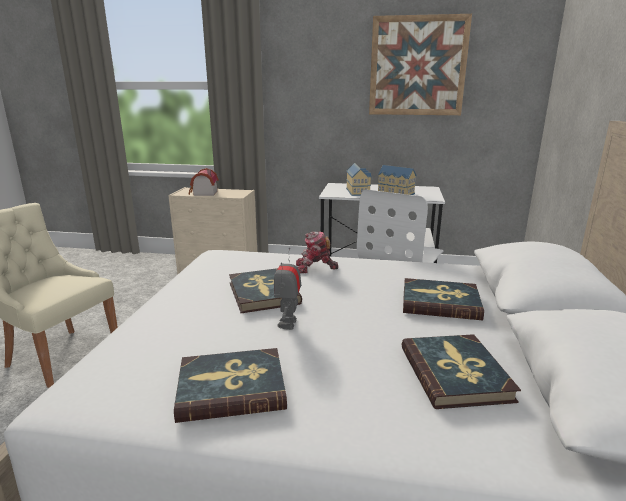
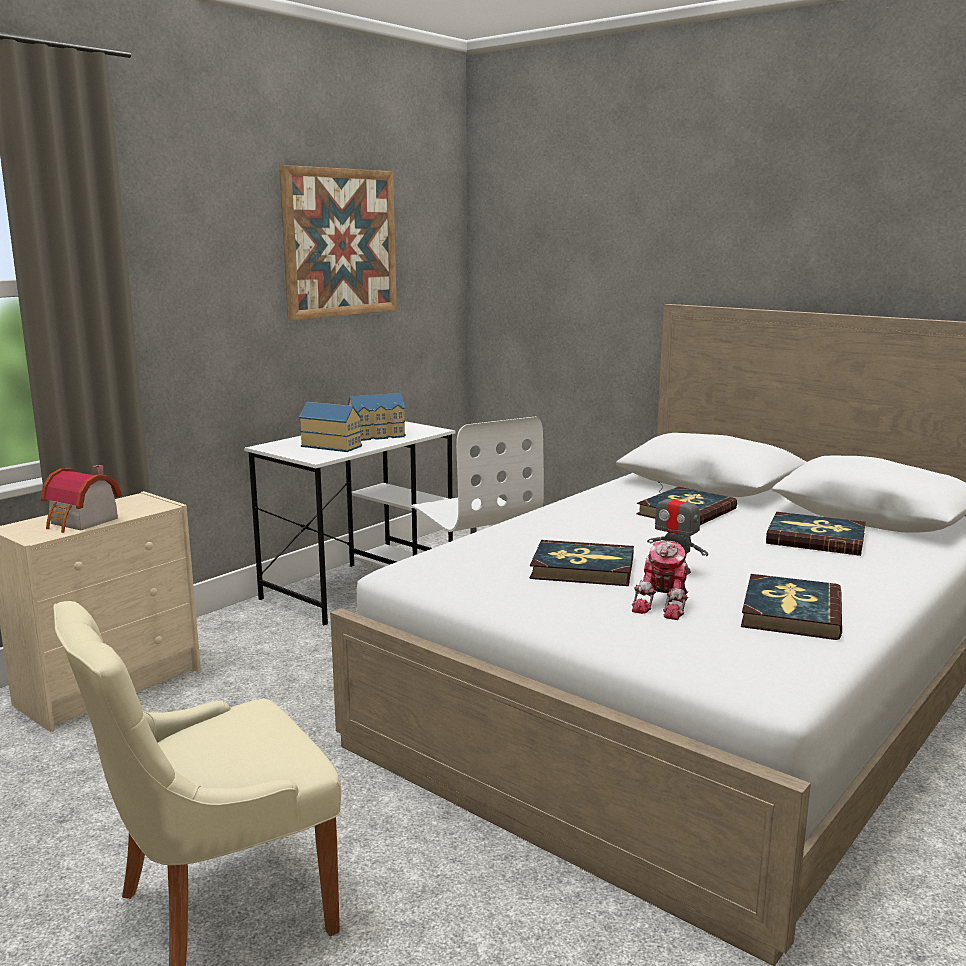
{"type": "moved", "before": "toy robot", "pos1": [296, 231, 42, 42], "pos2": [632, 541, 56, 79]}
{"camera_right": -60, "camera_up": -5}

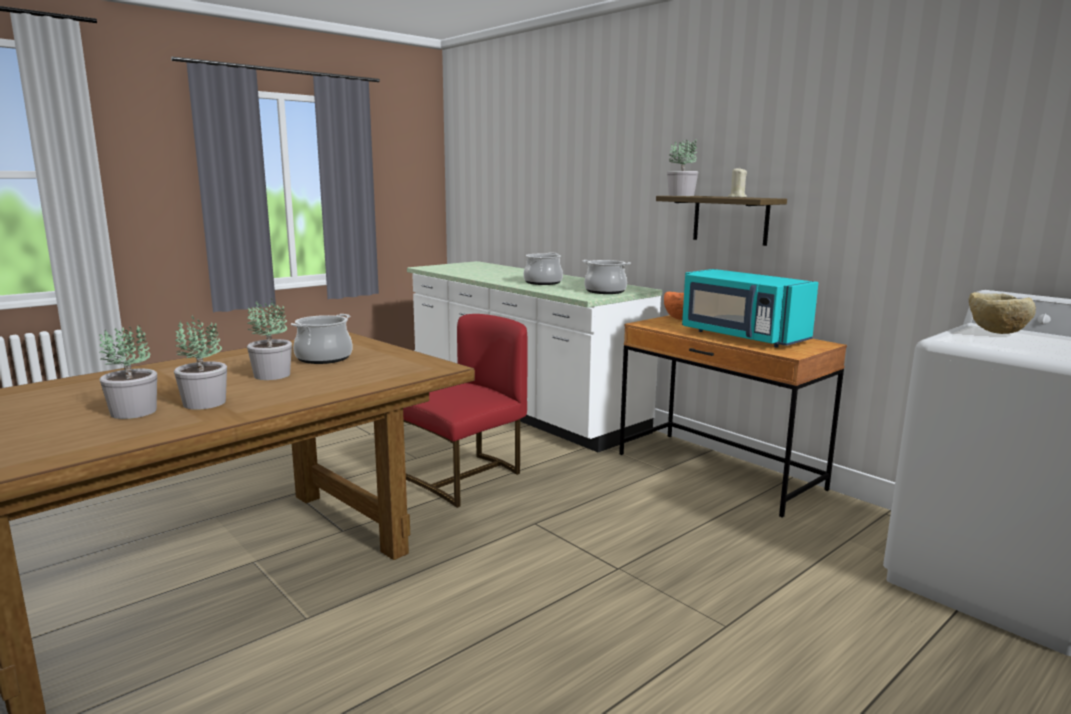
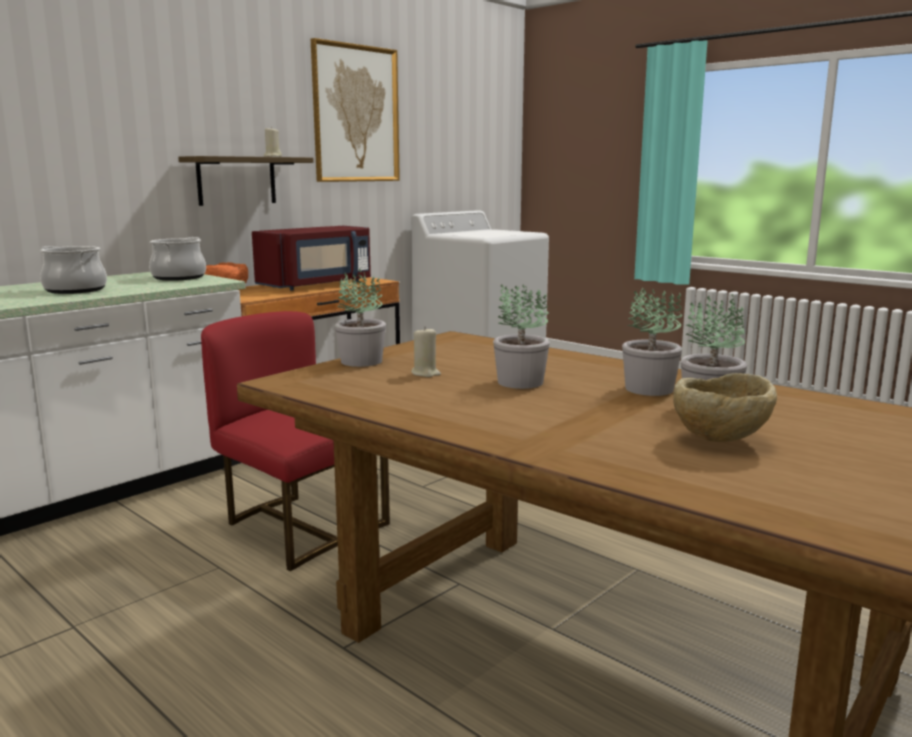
{"type": "recoloured", "before": "turquoise microwave", "after": "red microwave", "pos1": [682, 269, 137, 79], "pos2": [252, 226, 119, 65]}
{"type": "added", "after": "picture", "pos2": [311, 38, 89, 144]}
{"type": "moved", "before": "potted plant", "pos1": [667, 139, 31, 57], "pos2": [335, 268, 51, 99]}
{"type": "replaced", "before": "cooking pot", "after": "beige candle", "pos1": [291, 314, 61, 50], "pos2": [411, 326, 30, 51]}
{"type": "moved", "before": "beige bowl", "pos1": [968, 292, 68, 42], "pos2": [673, 373, 104, 69]}
{"camera_right": -95, "camera_up": 0}

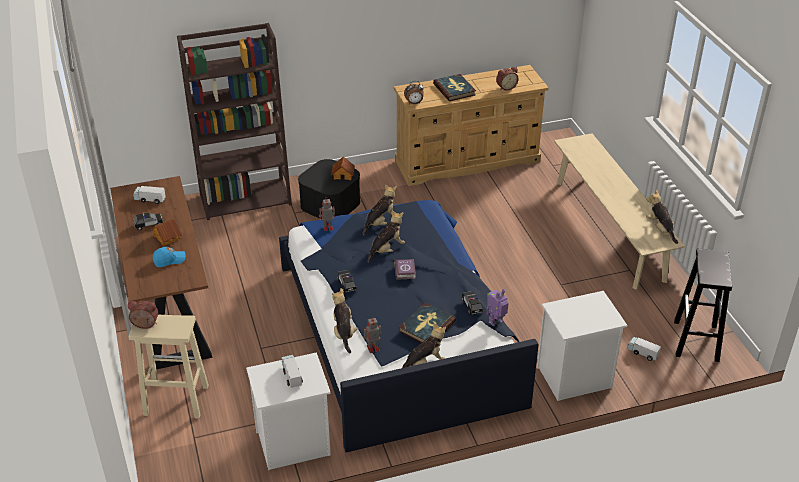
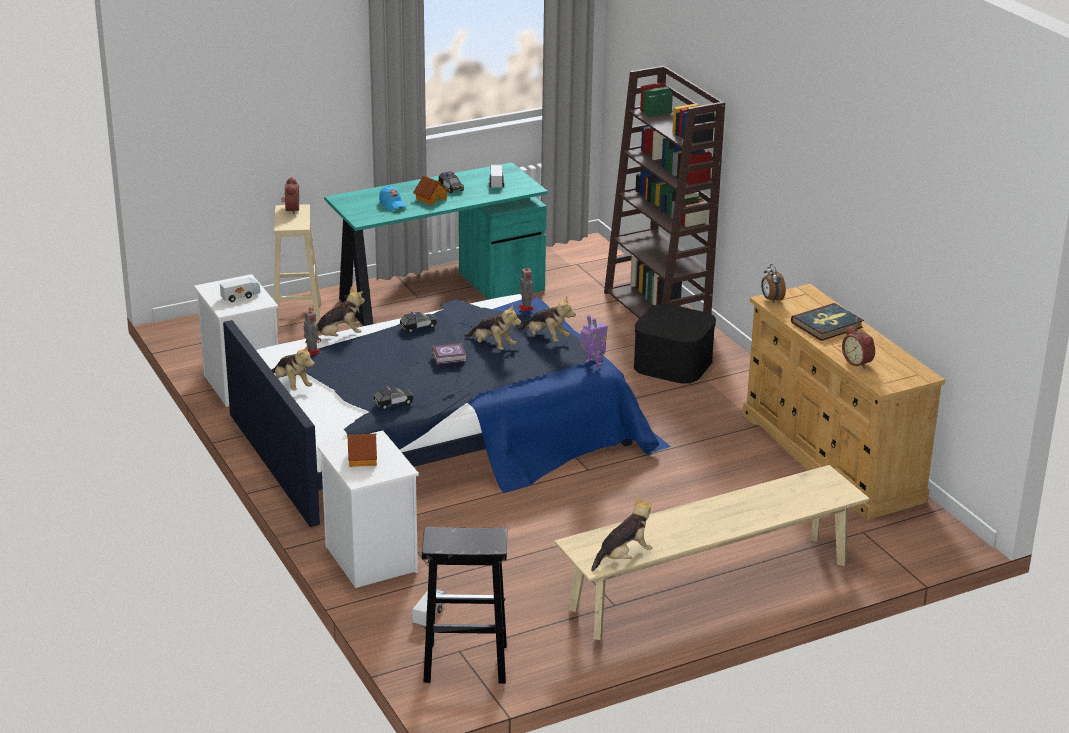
{"type": "recoloured", "before": "brown desk", "after": "turquoise desk", "pos1": [110, 176, 102, 193], "pos2": [324, 162, 224, 164]}
{"type": "moved", "before": "toy house", "pos1": [331, 156, 24, 24], "pos2": [347, 434, 30, 33]}
{"type": "moved", "before": "toy robot", "pos1": [487, 289, 21, 37], "pos2": [581, 315, 27, 52]}
{"type": "removed", "before": "book", "pos1": [399, 302, 57, 41]}
{"camera_right": 80, "camera_up": -10}

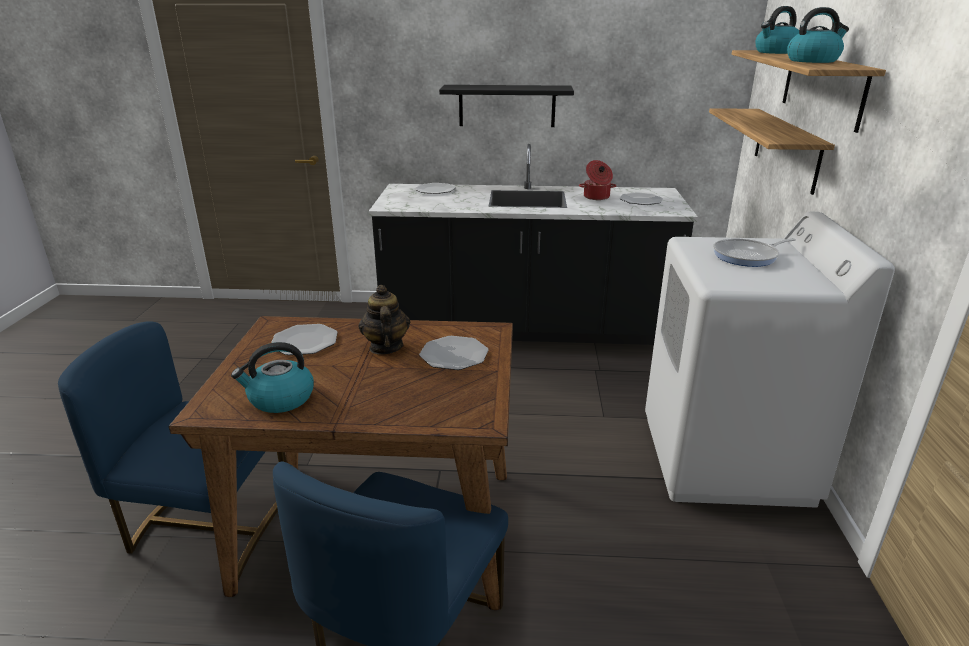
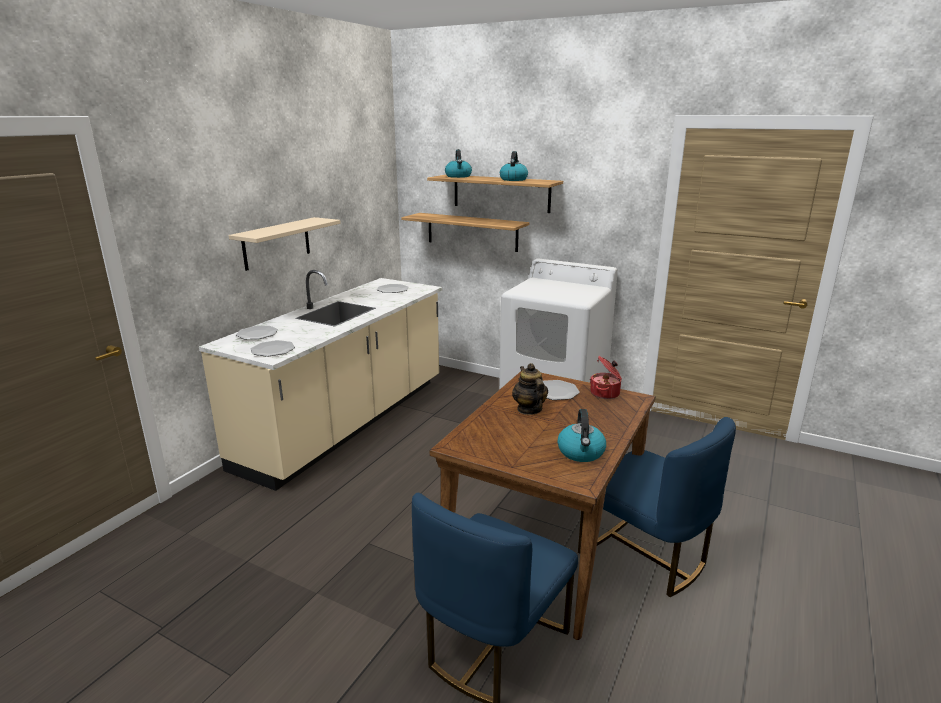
{"type": "recoloured", "before": "black counter", "after": "beige counter", "pos1": [368, 144, 330, 201], "pos2": [199, 270, 243, 221]}
{"type": "recoloured", "before": "black shelf", "after": "beige shelf", "pos1": [439, 85, 135, 42], "pos2": [229, 217, 112, 54]}
{"type": "moved", "before": "plate", "pos1": [271, 324, 67, 31], "pos2": [251, 340, 44, 17]}
{"type": "turned", "before": "teapot", "pos1": [358, 285, 52, 70], "pos2": [512, 363, 36, 52], "turn": 60}
{"type": "moved", "before": "cooking pot", "pos1": [579, 160, 37, 40], "pos2": [590, 356, 32, 43]}
{"type": "removed", "before": "frying pan", "pos1": [713, 238, 83, 29]}
{"camera_right": -65, "camera_up": -5}

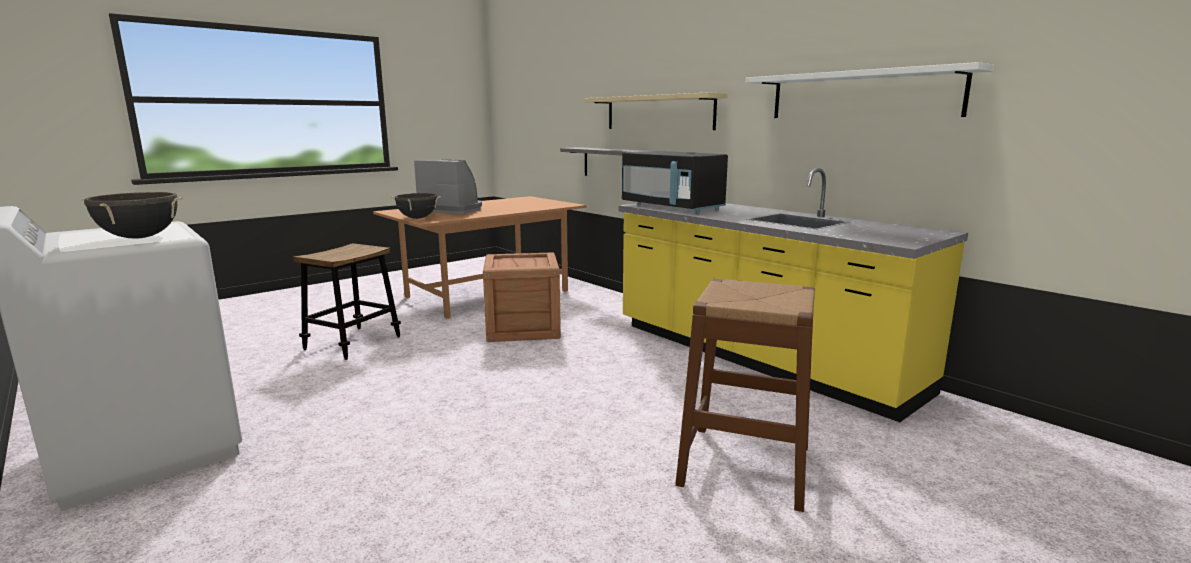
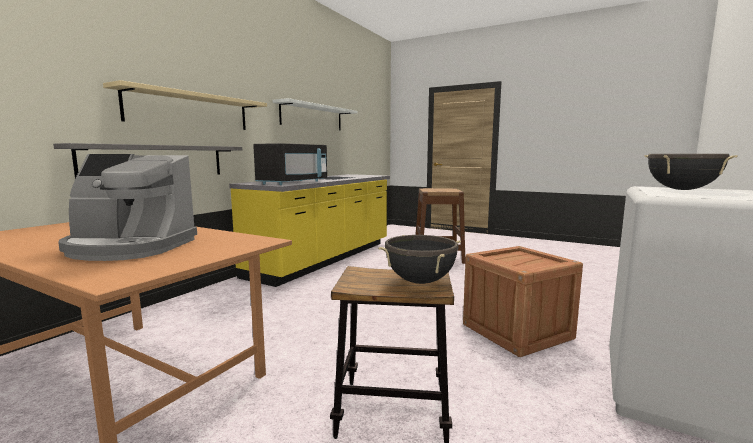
{"type": "turned", "before": "coffee machine", "pos1": [414, 160, 68, 54], "pos2": [58, 154, 139, 107], "turn": -90}
{"type": "moved", "before": "black cooking pot", "pos1": [390, 193, 51, 26], "pos2": [378, 235, 83, 49]}
{"type": "moved", "before": "crate", "pos1": [483, 252, 78, 90], "pos2": [463, 246, 120, 111]}
{"camera_right": -110, "camera_up": -5}

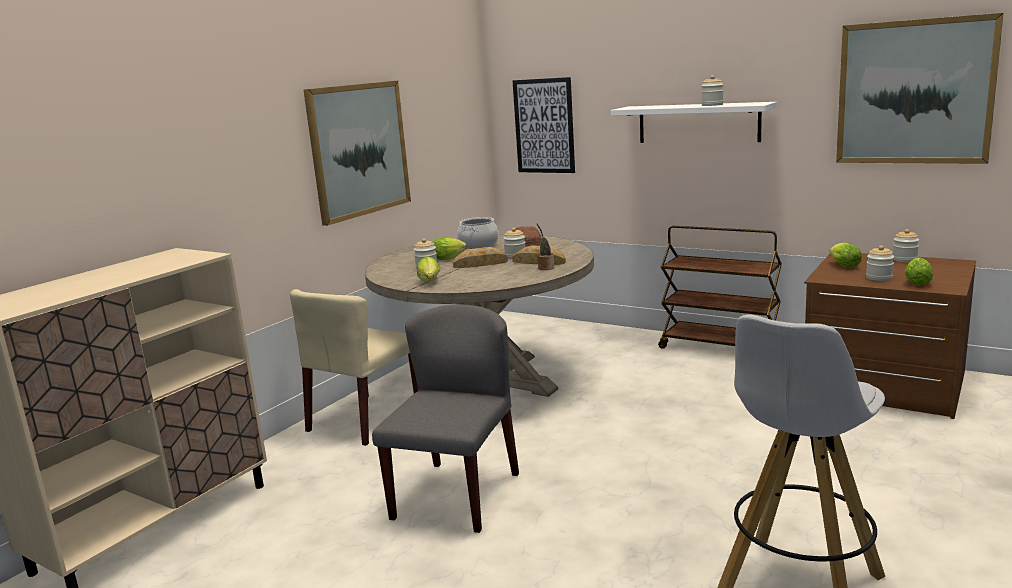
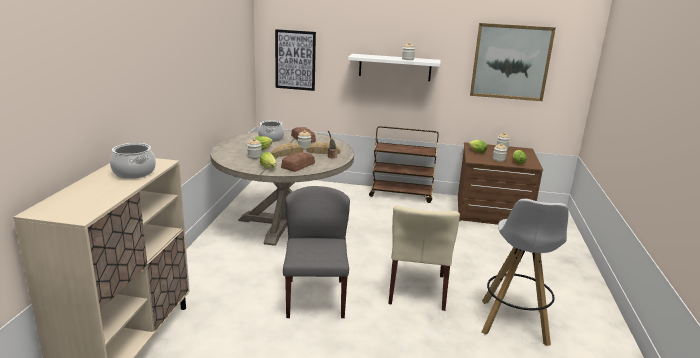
{"type": "added", "after": "cooking pot", "pos2": [110, 143, 46, 36]}
{"type": "added", "after": "bread", "pos2": [281, 152, 34, 20]}
{"type": "moved", "before": "beige chair", "pos1": [290, 289, 128, 157], "pos2": [388, 206, 72, 105]}
{"type": "removed", "before": "picture", "pos1": [303, 81, 108, 145]}
{"camera_right": -25, "camera_up": 5}

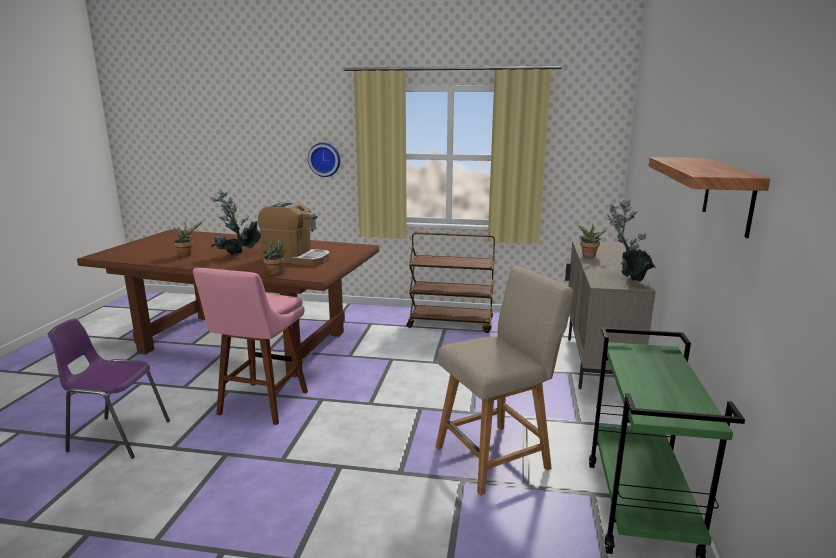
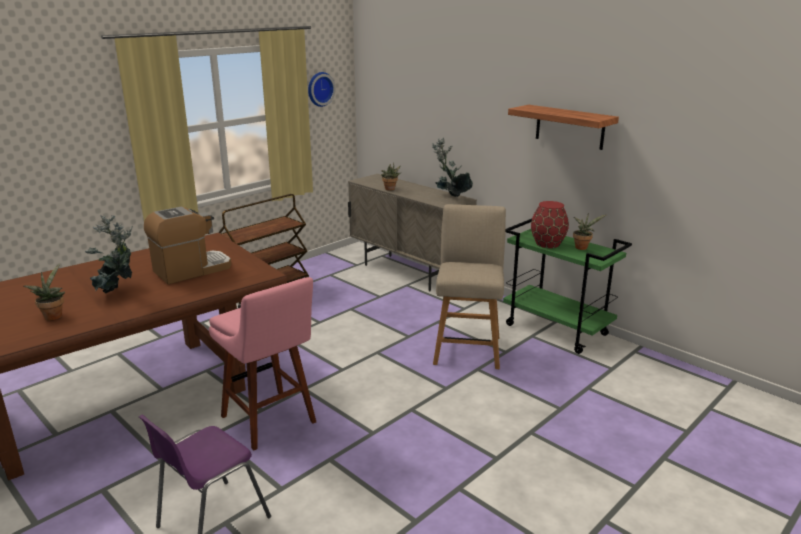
{"type": "moved", "before": "wall clock", "pos1": [308, 143, 32, 34], "pos2": [308, 72, 28, 35]}
{"type": "added", "after": "red vase", "pos2": [531, 201, 38, 47]}
{"type": "moved", "before": "potted plant", "pos1": [262, 238, 25, 37], "pos2": [573, 213, 34, 37]}
{"camera_right": -55, "camera_up": 5}

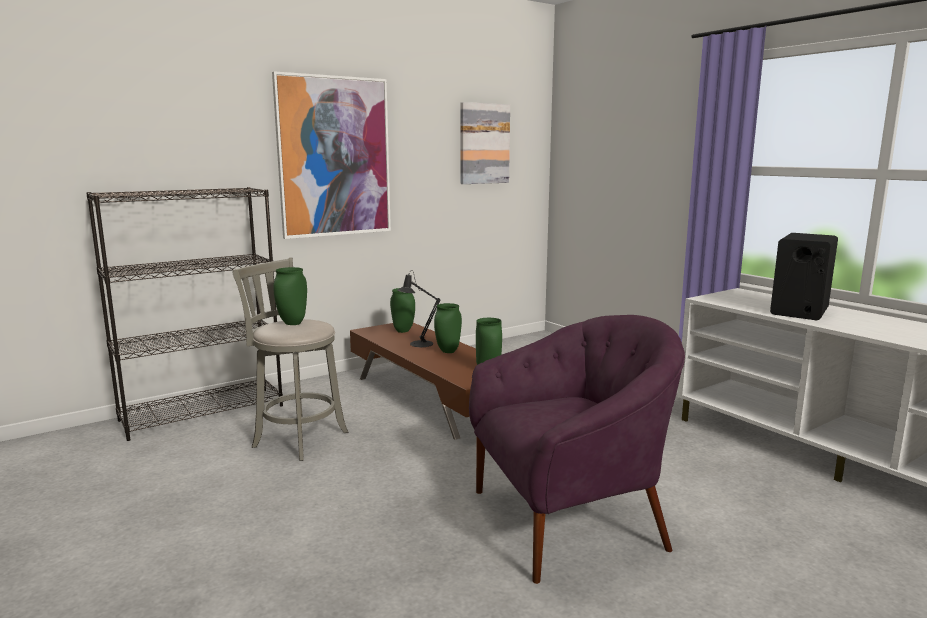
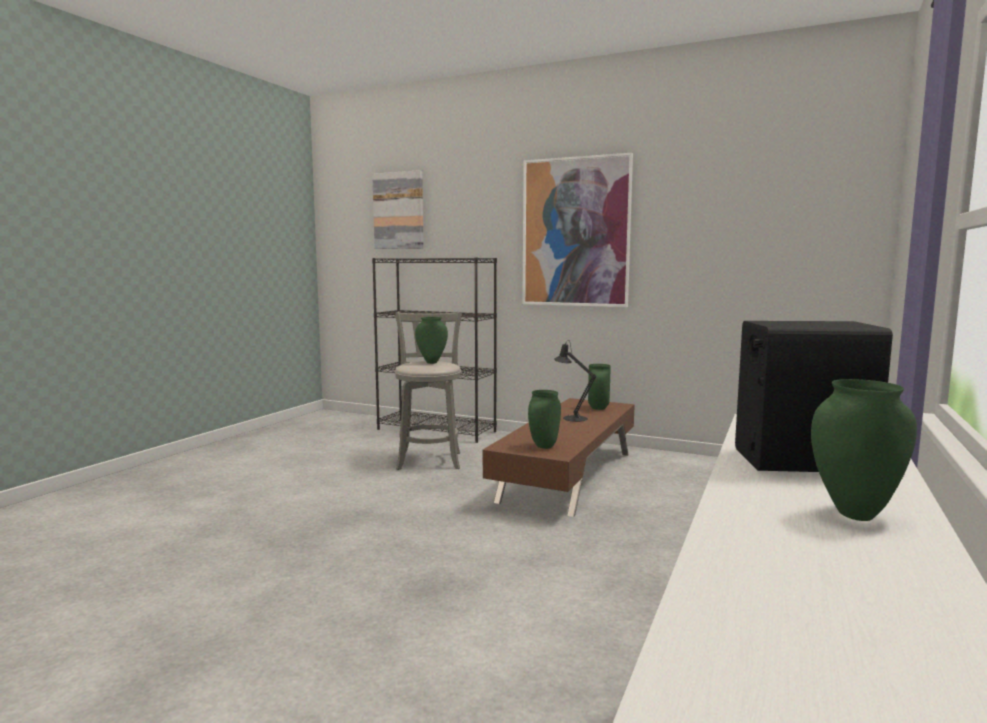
{"type": "moved", "before": "picture", "pos1": [461, 102, 49, 82], "pos2": [372, 170, 52, 79]}
{"type": "moved", "before": "green vase", "pos1": [434, 303, 28, 50], "pos2": [811, 379, 106, 142]}
{"type": "removed", "before": "purple armchair", "pos1": [469, 315, 216, 269]}
{"camera_right": 60, "camera_up": -5}

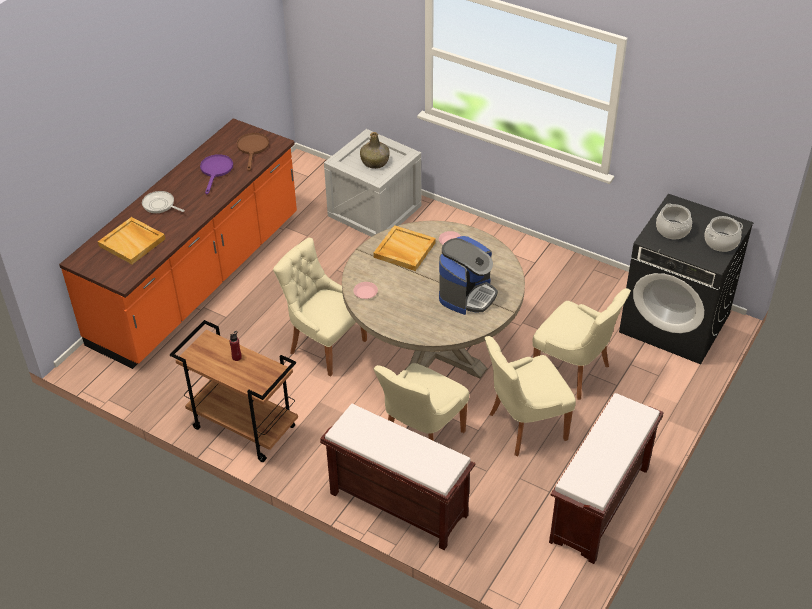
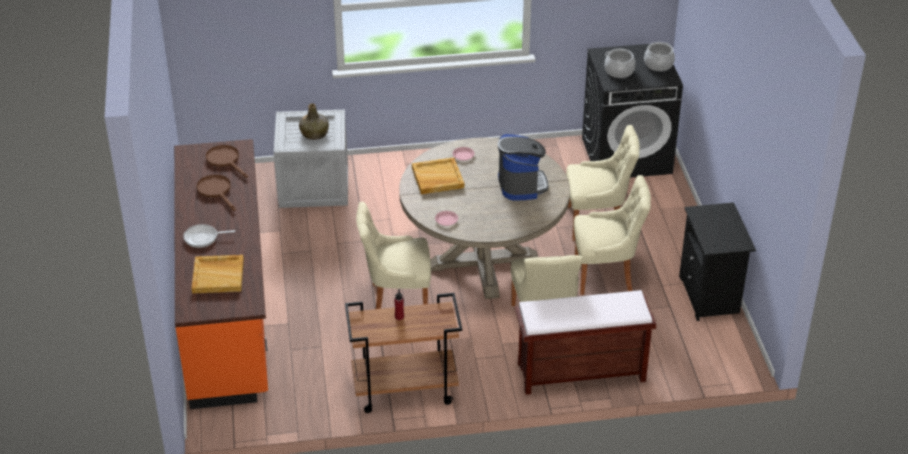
{"type": "recoloured", "before": "purple frying pan", "after": "brown frying pan", "pos1": [200, 154, 33, 40], "pos2": [197, 174, 39, 37]}
{"type": "turned", "before": "beige chair", "pos1": [485, 336, 91, 120], "pos2": [574, 175, 77, 120], "turn": -120}
{"type": "replaced", "before": "brown bench", "after": "black nightstand", "pos1": [549, 393, 115, 171], "pos2": [679, 202, 77, 119]}
{"camera_right": -40, "camera_up": -5}

